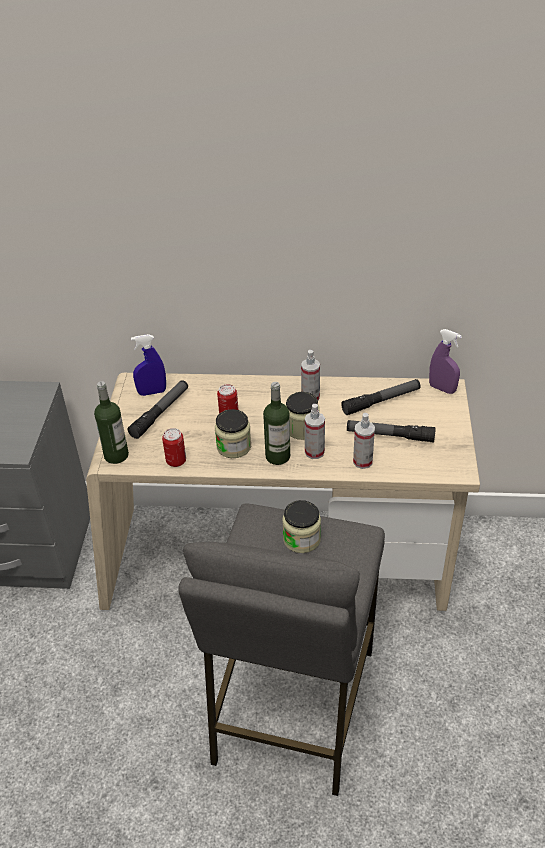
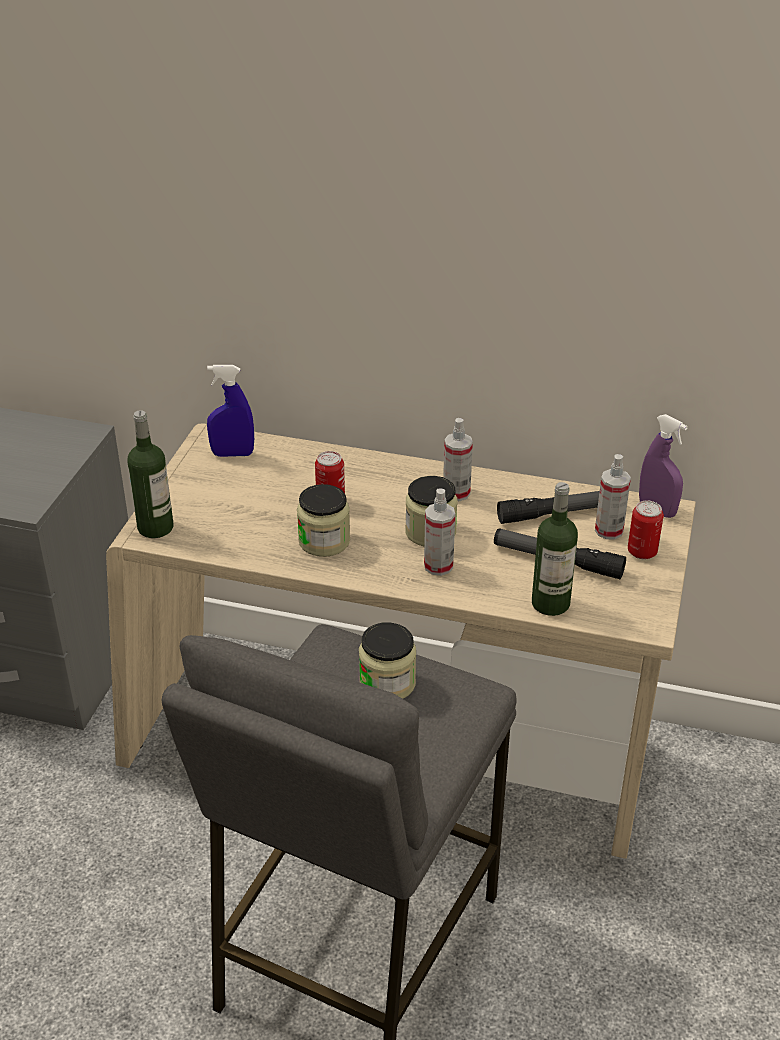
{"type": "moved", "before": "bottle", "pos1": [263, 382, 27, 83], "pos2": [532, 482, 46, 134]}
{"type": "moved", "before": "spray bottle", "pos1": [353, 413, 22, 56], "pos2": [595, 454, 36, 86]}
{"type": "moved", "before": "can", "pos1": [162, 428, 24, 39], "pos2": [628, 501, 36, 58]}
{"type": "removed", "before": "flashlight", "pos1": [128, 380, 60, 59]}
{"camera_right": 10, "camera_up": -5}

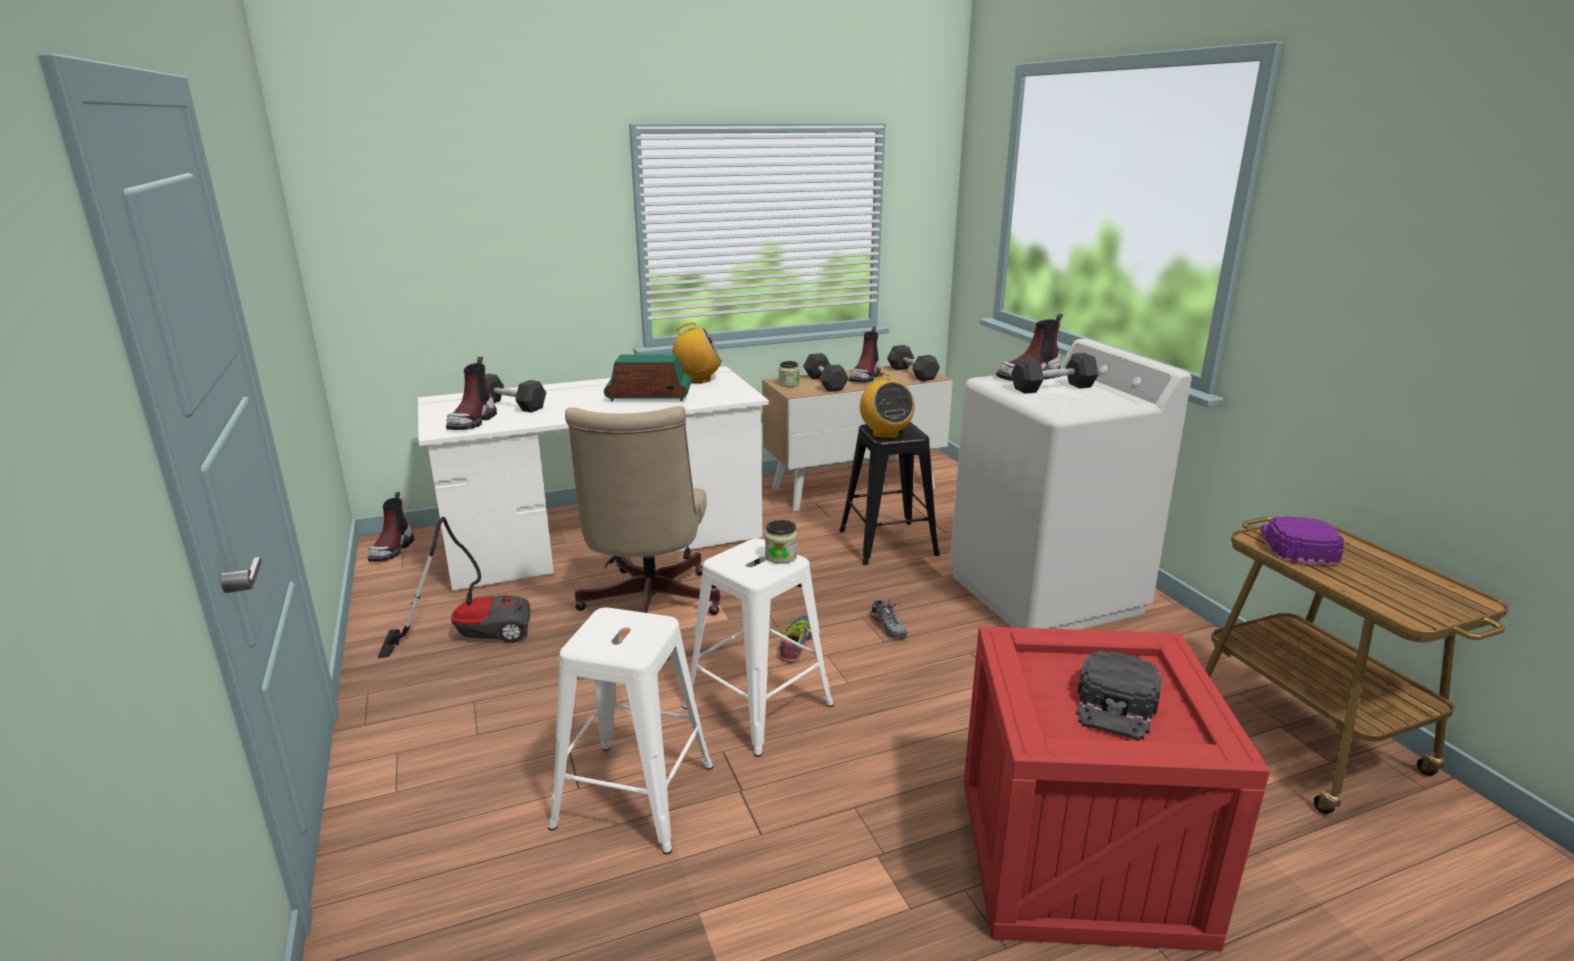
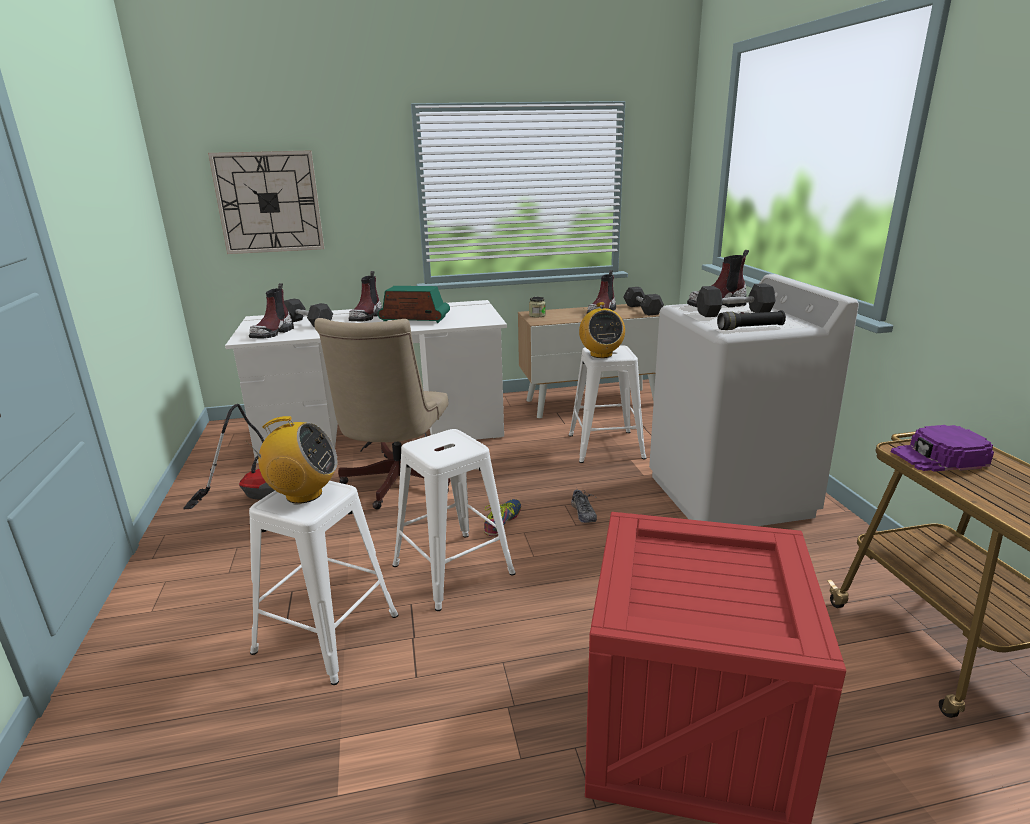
{"type": "added", "after": "wall clock", "pos2": [208, 150, 116, 104]}
{"type": "moved", "before": "radio", "pos1": [672, 322, 50, 61], "pos2": [246, 416, 92, 88]}
{"type": "moved", "before": "boot", "pos1": [368, 492, 46, 70], "pos2": [349, 271, 33, 50]}
{"type": "recoloured", "before": "black stool", "after": "white stool", "pos1": [839, 422, 101, 143], "pos2": [569, 345, 77, 118]}
{"type": "added", "after": "black flashlight", "pos2": [717, 310, 69, 20]}
{"type": "turned", "before": "purple cap", "pos1": [1261, 516, 83, 50], "pos2": [891, 425, 103, 47], "turn": -120}
{"type": "removed", "before": "jar", "pos1": [765, 520, 32, 44]}
{"type": "removed", "before": "grey dumbbell", "pos1": [803, 353, 46, 39]}
{"type": "removed", "before": "black cap", "pos1": [1076, 650, 87, 91]}
{"camera_right": 10, "camera_up": 0}

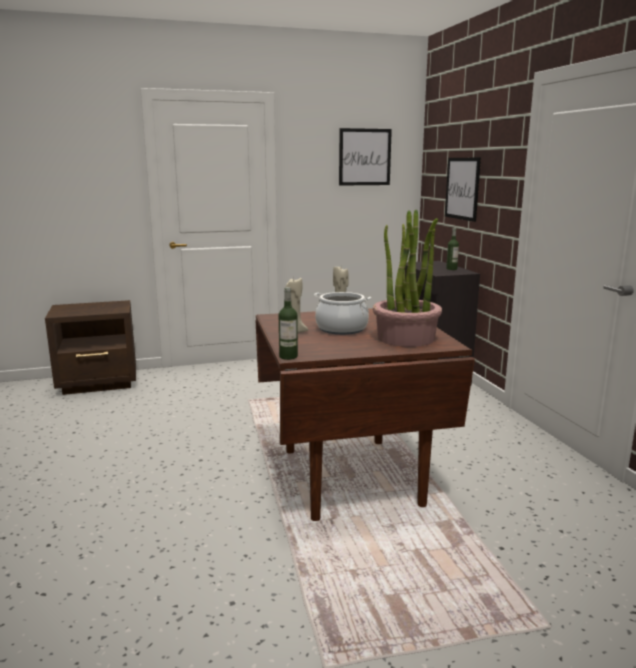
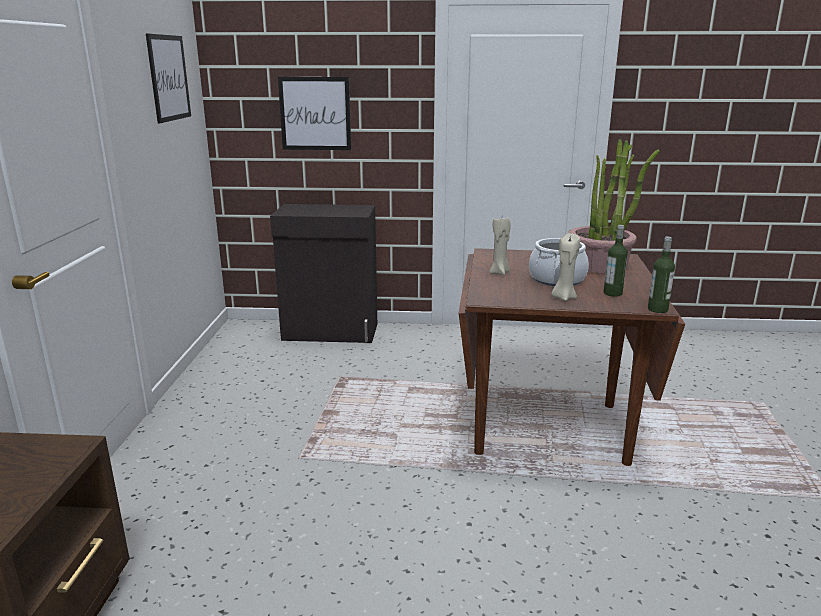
{"type": "moved", "before": "bottle", "pos1": [446, 228, 13, 42], "pos2": [604, 225, 24, 72]}
{"camera_right": -70, "camera_up": 5}

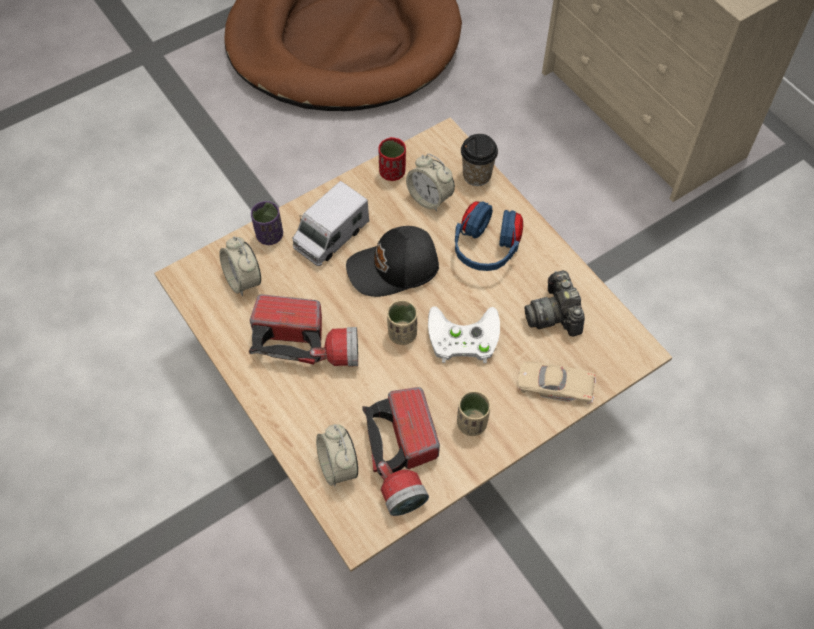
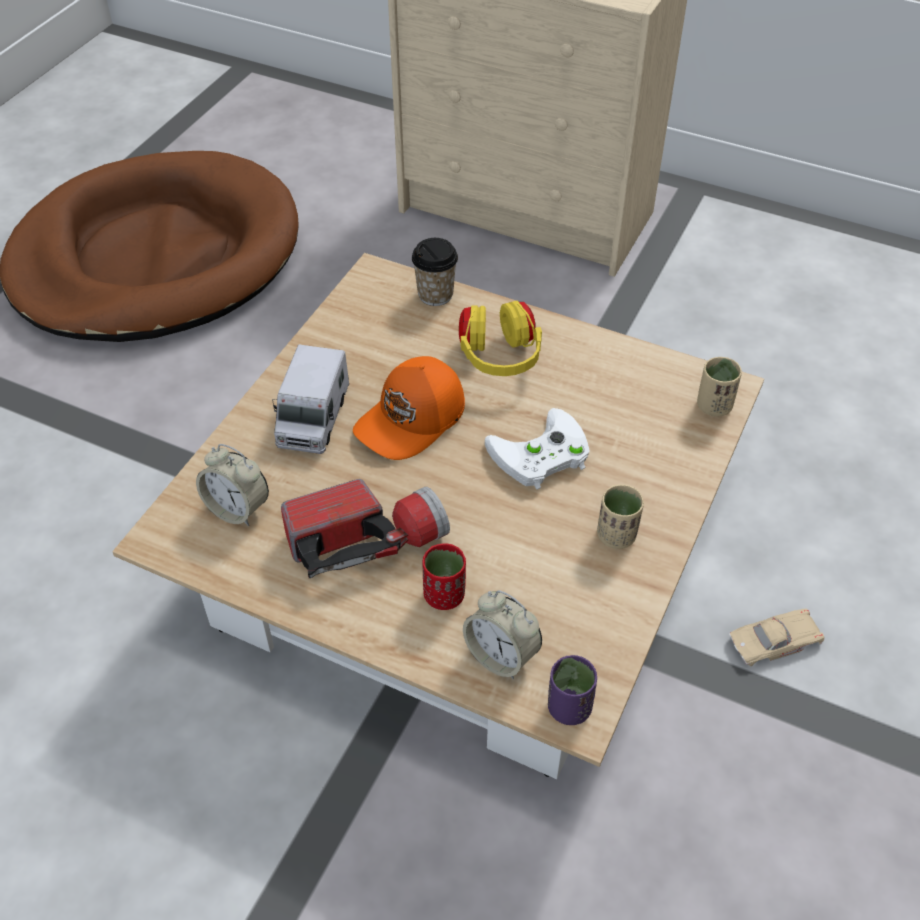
{"type": "recoloured", "before": "black cap", "after": "orange cap", "pos1": [346, 226, 93, 71], "pos2": [353, 356, 112, 104]}
{"type": "moved", "before": "red cup", "pos1": [378, 137, 28, 44], "pos2": [422, 543, 44, 67]}
{"type": "recoloured", "before": "blue headphones", "after": "yellow headphones", "pos1": [455, 201, 68, 70], "pos2": [459, 301, 83, 75]}
{"type": "moved", "before": "purple cup", "pos1": [251, 201, 32, 44], "pos2": [548, 655, 49, 70]}
{"type": "moved", "before": "beige cup", "pos1": [387, 300, 30, 45], "pos2": [697, 357, 45, 60]}
{"type": "moved", "before": "beige toy car", "pos1": [518, 362, 78, 42], "pos2": [729, 608, 96, 58]}
{"type": "removed", "before": "flashlight", "pos1": [362, 387, 78, 129]}
{"type": "removed", "before": "alarm clock", "pos1": [406, 154, 49, 58]}
{"type": "removed", "before": "photo camera", "pos1": [525, 271, 60, 65]}
{"camera_right": -30, "camera_up": -10}

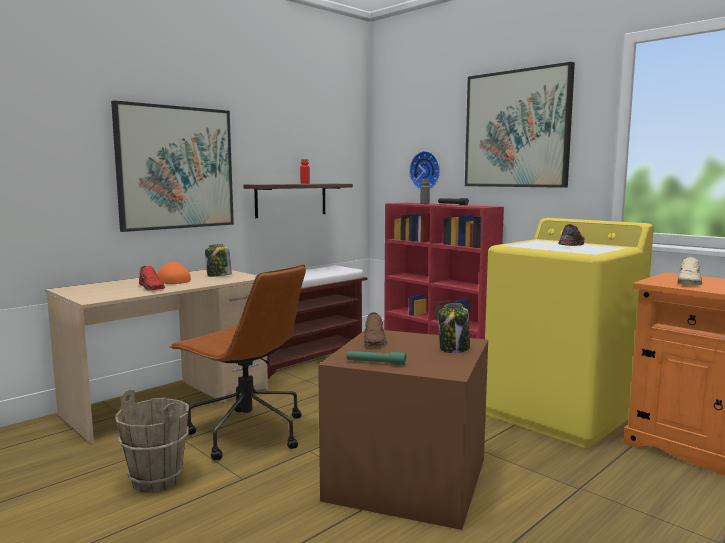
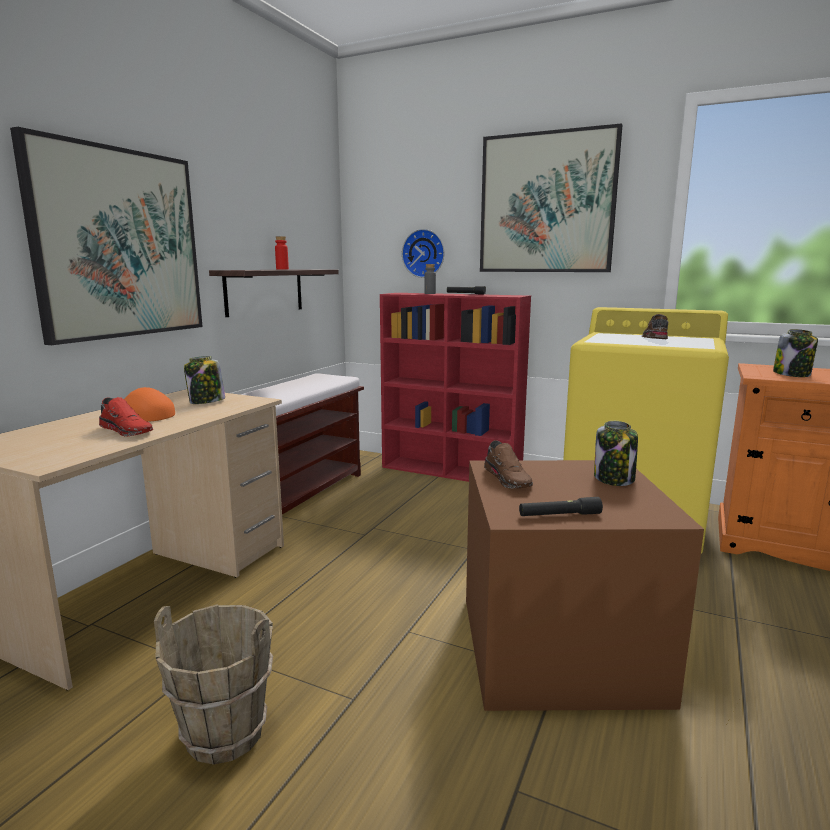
{"type": "recoloured", "before": "green flashlight", "after": "black flashlight", "pos1": [347, 351, 59, 14], "pos2": [519, 497, 84, 19]}
{"type": "replaced", "before": "beige shoe", "after": "jar", "pos1": [677, 257, 26, 28], "pos2": [773, 329, 45, 48]}
{"type": "removed", "before": "brown office chair", "pos1": [169, 264, 137, 196]}
{"camera_right": -20, "camera_up": 5}

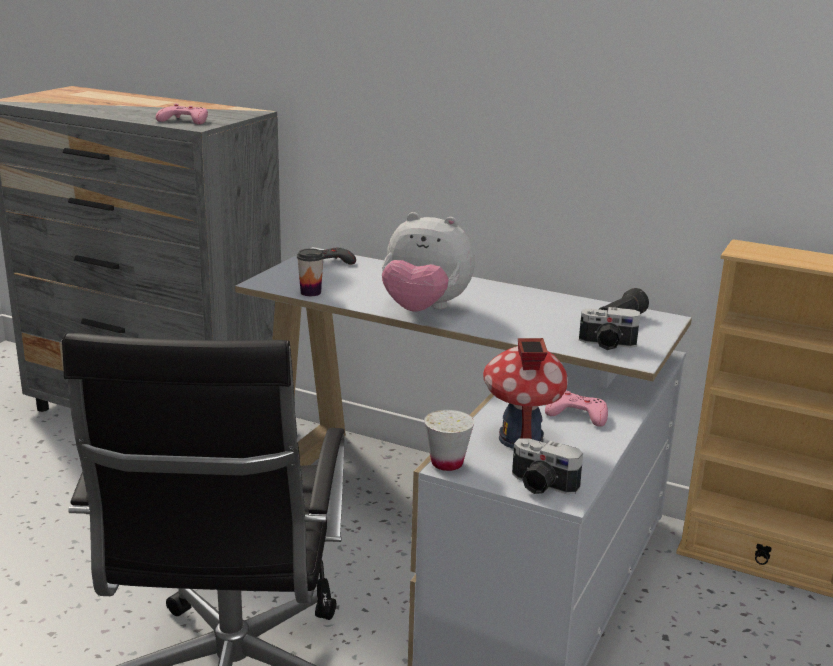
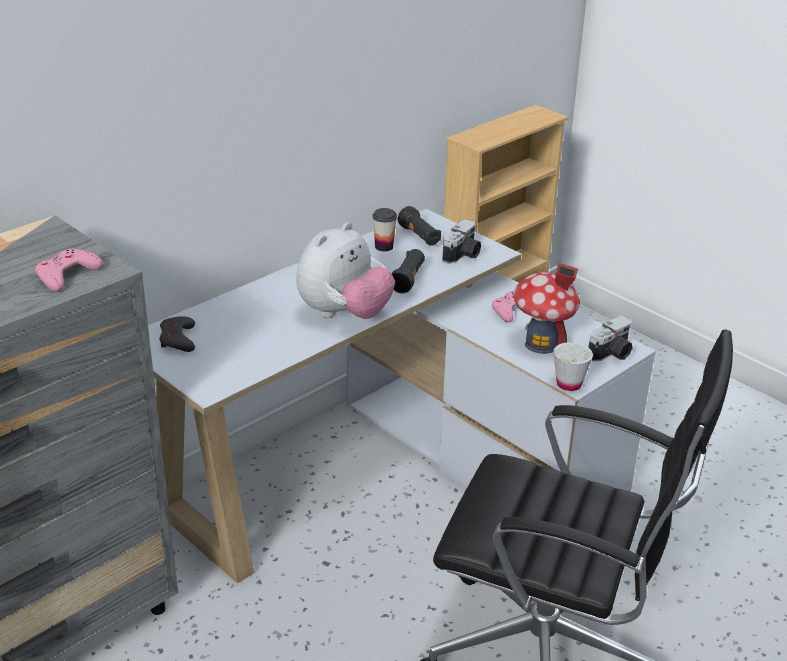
{"type": "moved", "before": "cup", "pos1": [297, 249, 27, 47], "pos2": [372, 208, 25, 44]}
{"type": "added", "after": "black flashlight", "pos2": [392, 249, 33, 45]}
{"camera_right": -70, "camera_up": 10}

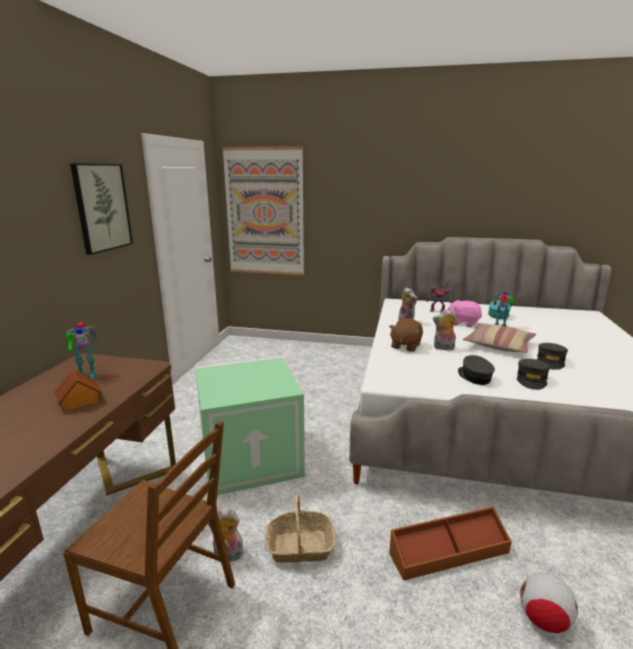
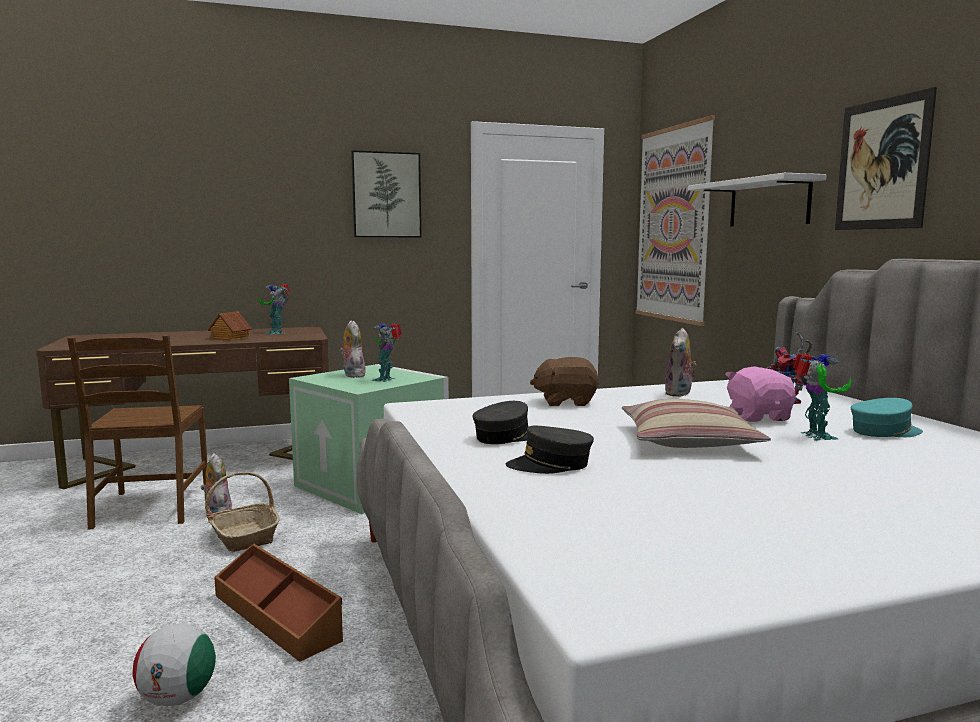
{"type": "moved", "before": "plush toy", "pos1": [433, 309, 24, 41], "pos2": [339, 320, 27, 58]}
{"type": "added", "after": "toy robot", "pos2": [372, 323, 30, 59]}
{"type": "added", "after": "white shelf", "pos2": [688, 173, 138, 54]}
{"type": "added", "after": "picture", "pos2": [835, 87, 102, 143]}
{"type": "removed", "before": "grey cap", "pos1": [537, 343, 31, 27]}
{"camera_right": 60, "camera_up": -10}

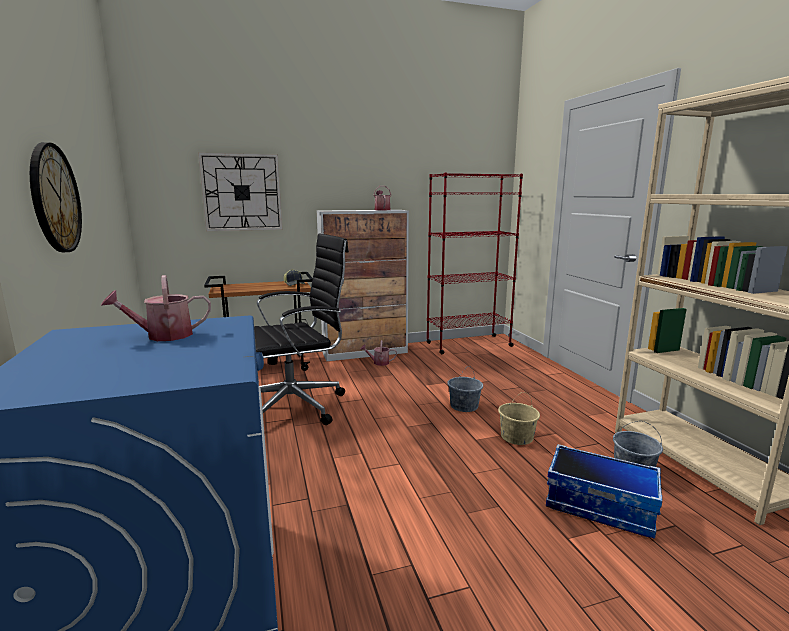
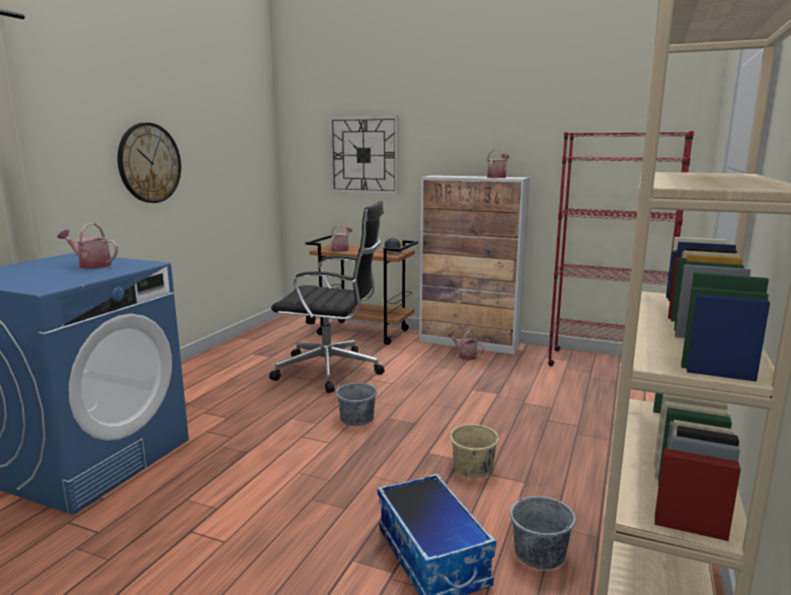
{"type": "added", "after": "watering can", "pos2": [331, 225, 21, 27]}
{"type": "moved", "before": "grey bucket", "pos1": [447, 366, 36, 46], "pos2": [336, 371, 41, 55]}
{"camera_right": 40, "camera_up": 0}

